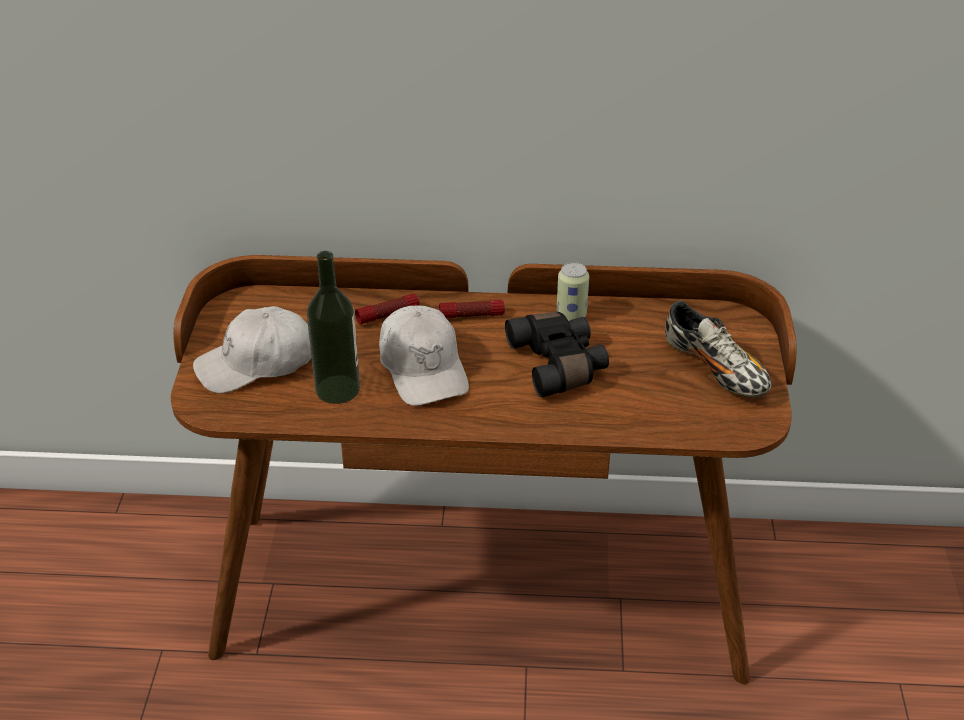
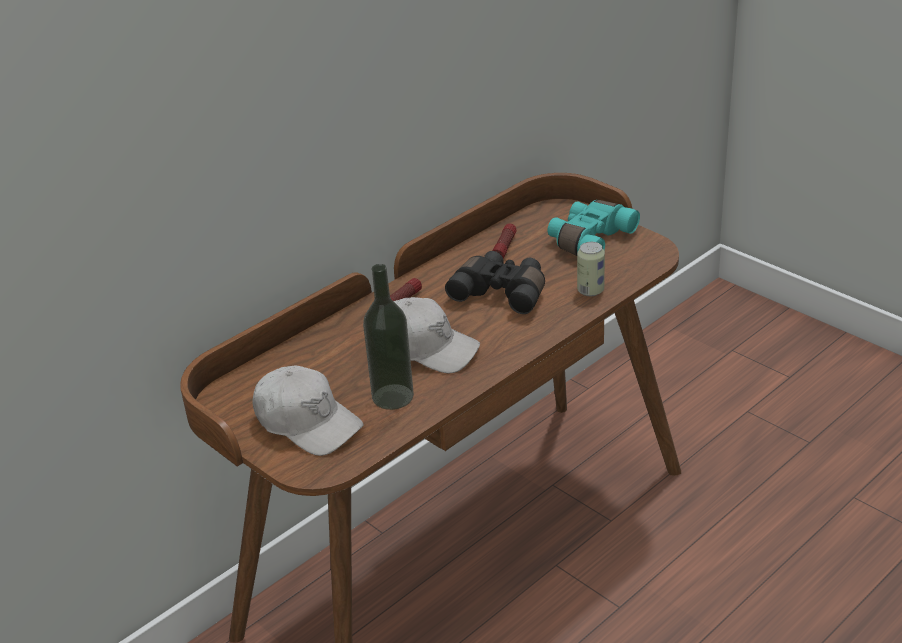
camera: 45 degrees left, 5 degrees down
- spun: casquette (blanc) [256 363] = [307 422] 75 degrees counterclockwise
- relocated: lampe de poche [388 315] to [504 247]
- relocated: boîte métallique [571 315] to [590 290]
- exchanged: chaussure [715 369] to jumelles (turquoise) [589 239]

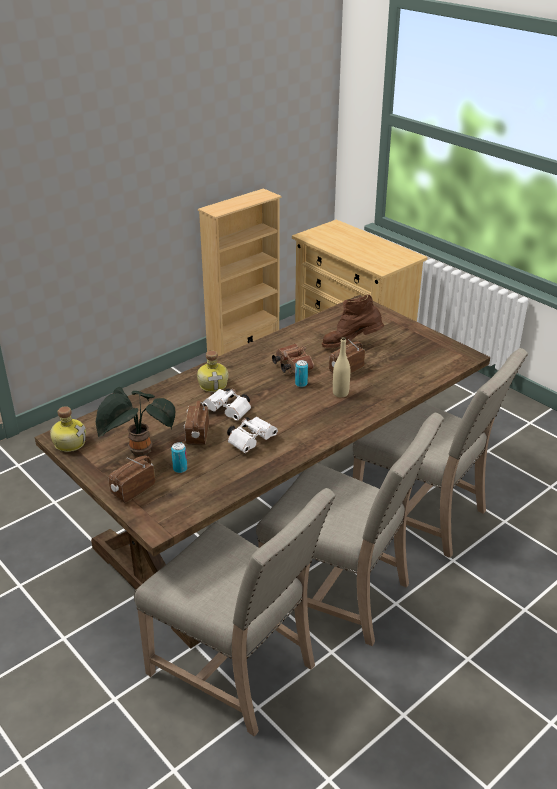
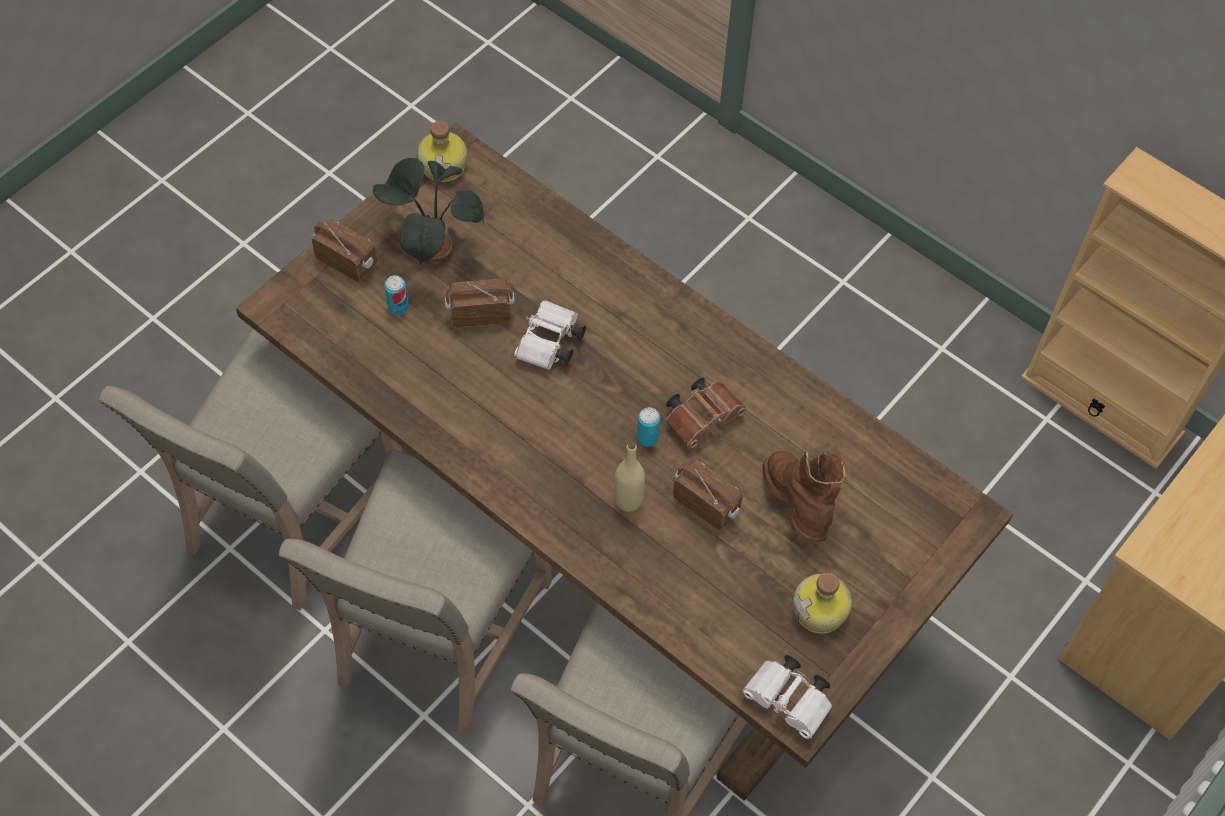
camera: 80 degrees right, 25 degrees up
- relocated: bouteille [214 384] to [821 612]
- relocated: jumelles (blanc) [252 440] to [790 702]

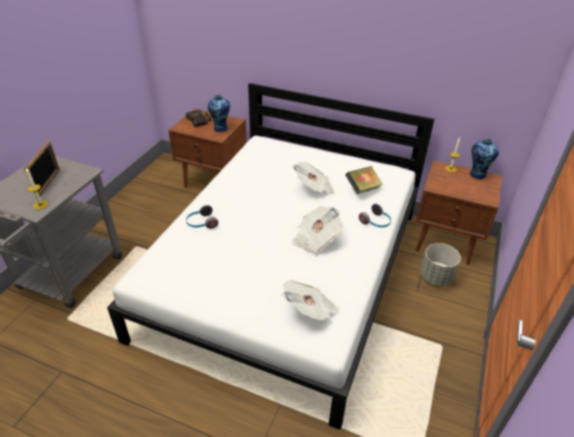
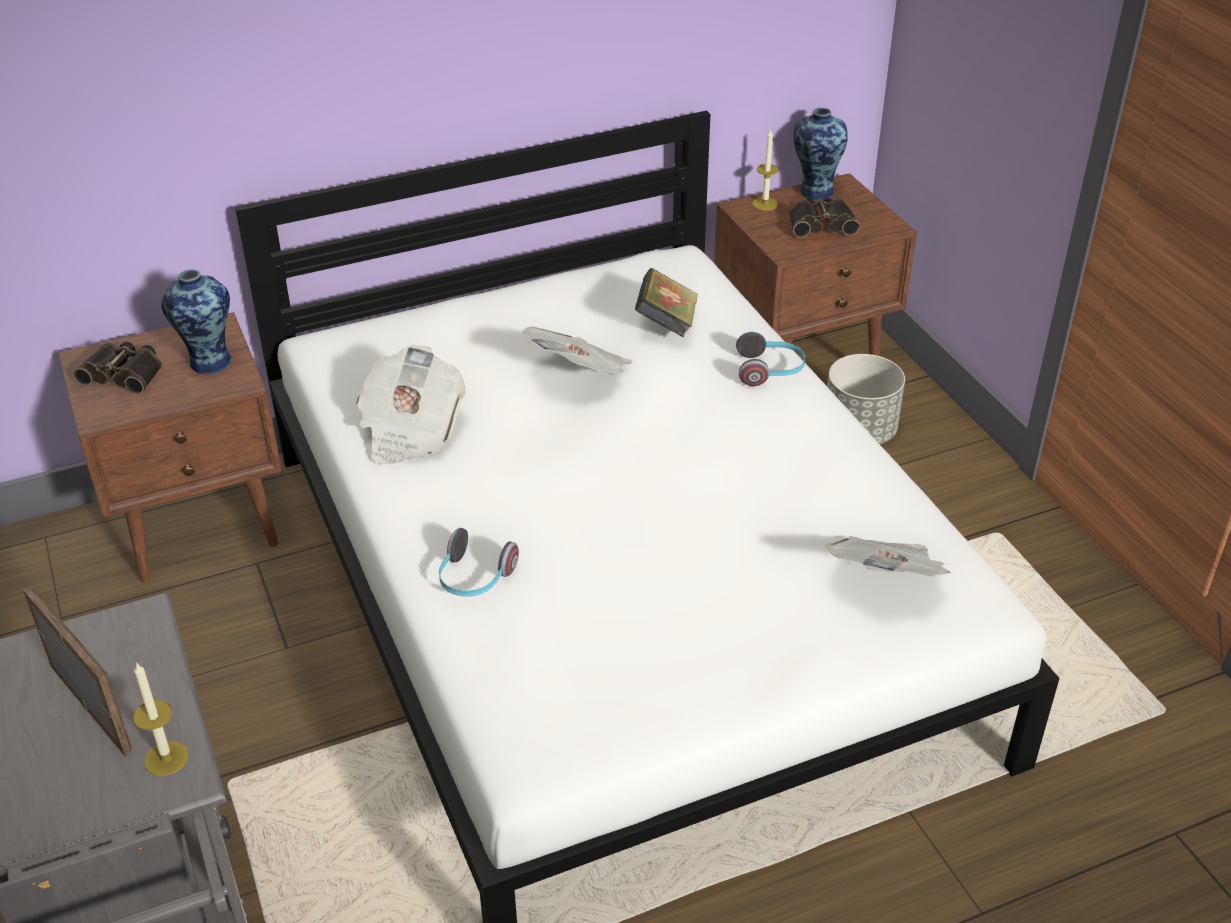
camera: 45 degrees left, 0 degrees up
- relocated: journal [315 239] to [410 431]
- appeared: jumelles [821 224]

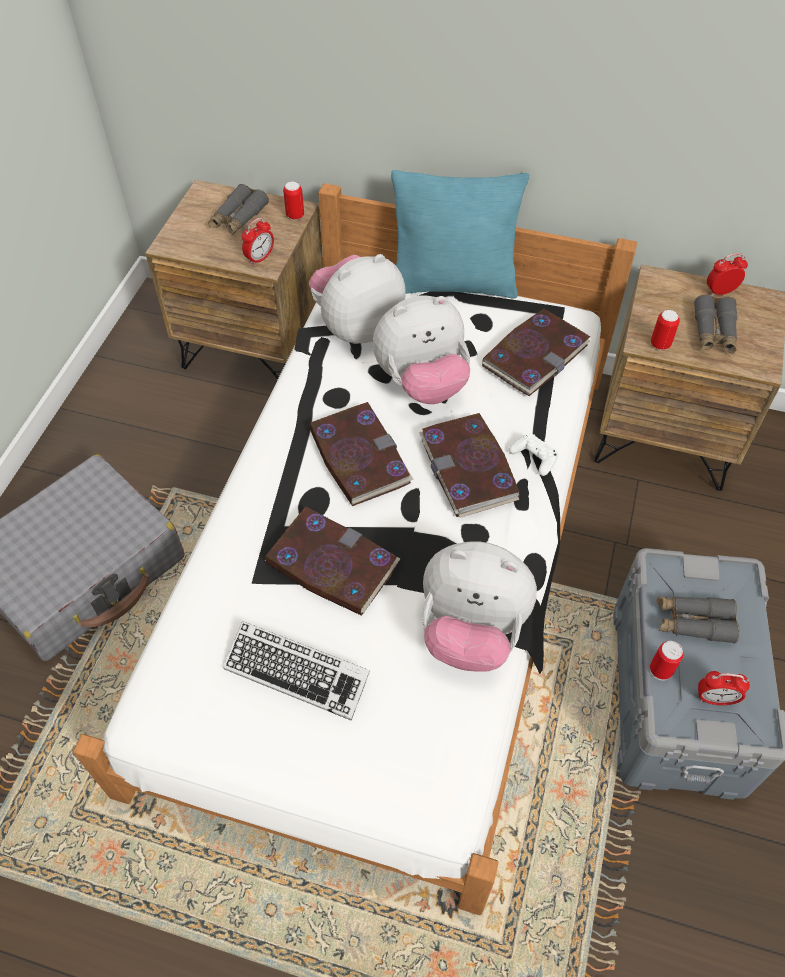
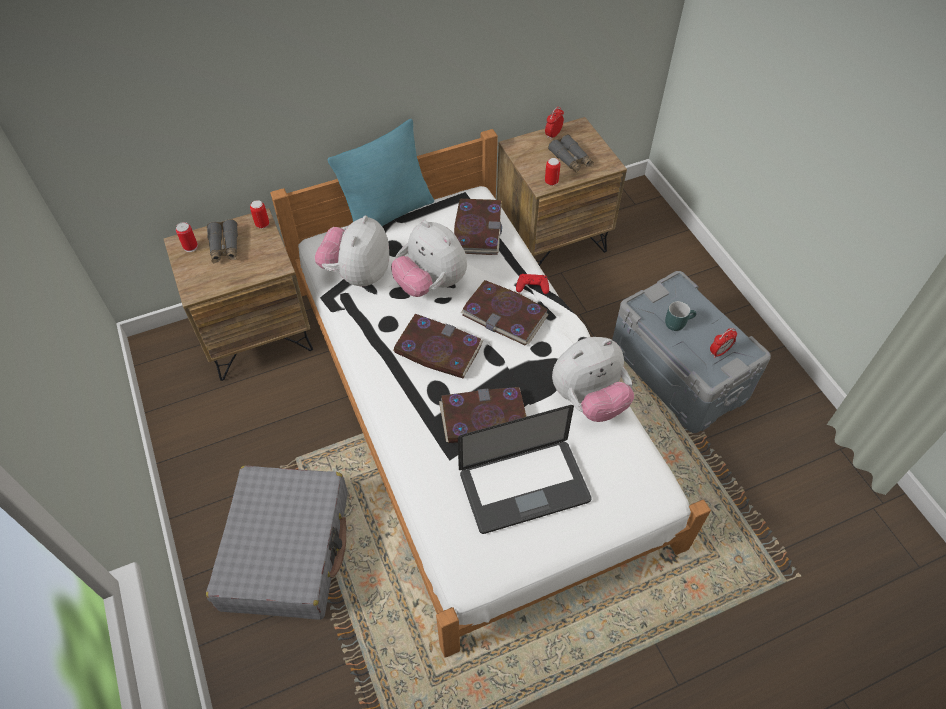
camera: 40 degrees left, 0 degrees up
- exchanged: clavier [297 673] to ordinateur portable [524 487]
- missing: réveil [260 258]
- spun: peluche [422 383] = [431 284] 105 degrees clockwise
- colour: manette (blanc) [534 457] to manette (rouge) [532 286]
- relocated: boîte métallique [660 670] to [190 247]
- exchanged: jumelles (gris) [693 622] to mug (turquoise) [677 322]

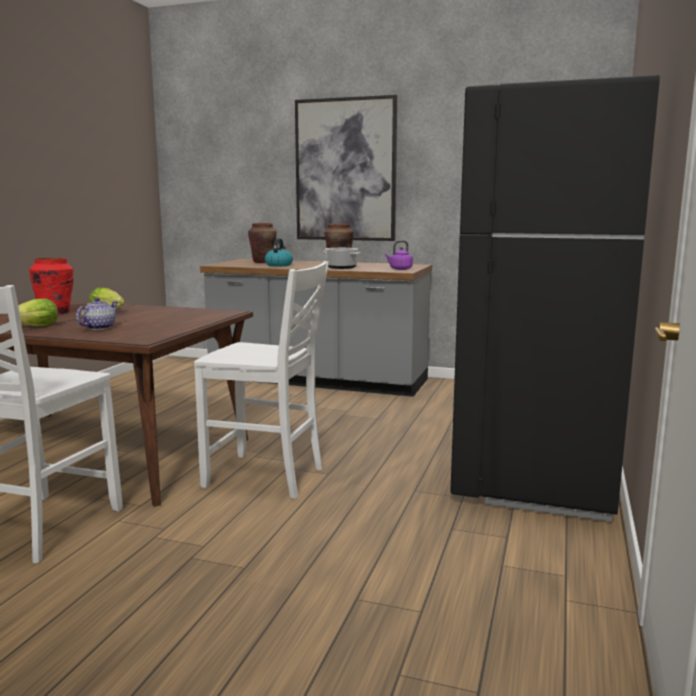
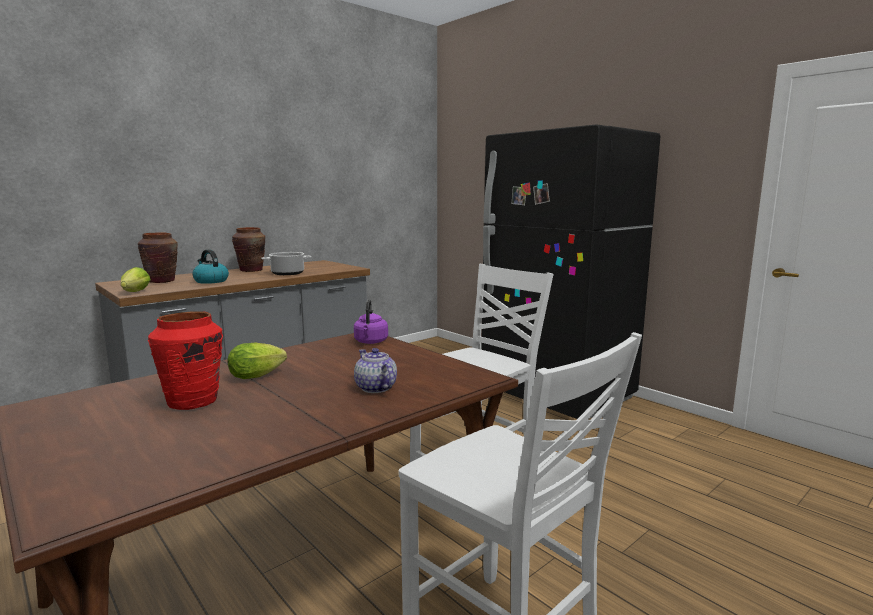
camera: 60 degrees left, 0 degrees up
- relocated: laitue [34 327] to [134 292]
- missing: tableau [345 170]
- relocated: bouilloire (violet) [399 269] to [370 342]

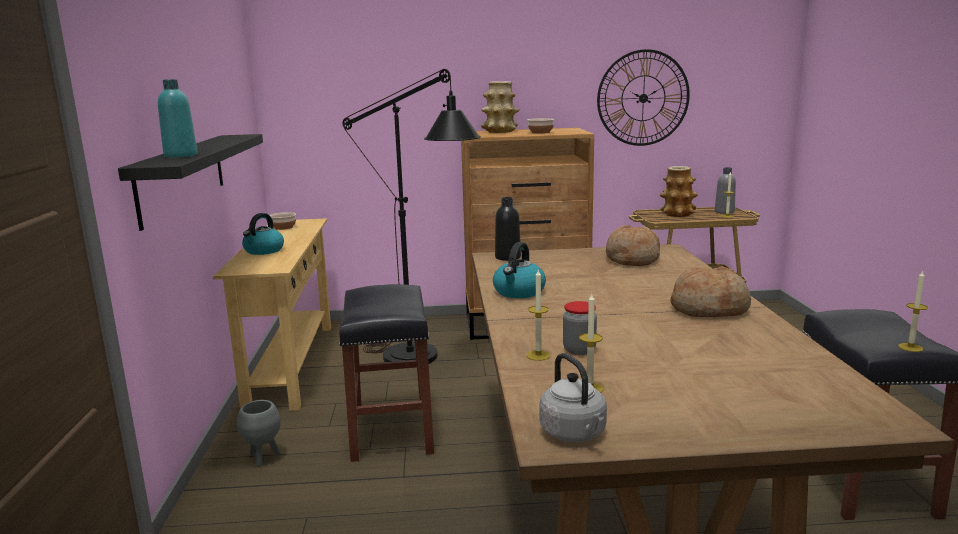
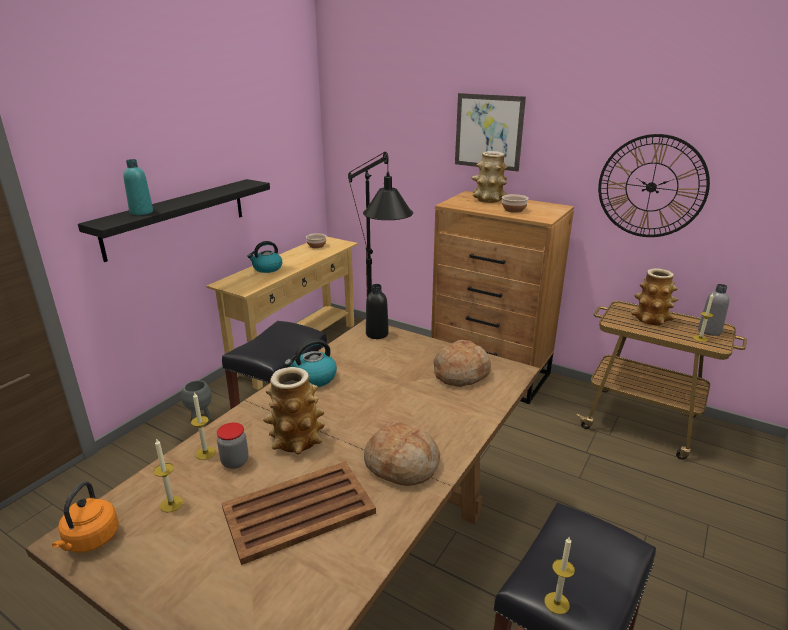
camera: 35 degrees right, 10 degrees up
- colour: bouilloire (gris) [575 434] to bouilloire (orange) [90 540]
- appeared: plateau (marron) [300 510]
- appeared: vase [296 439]
- appeared: tableau [488 132]

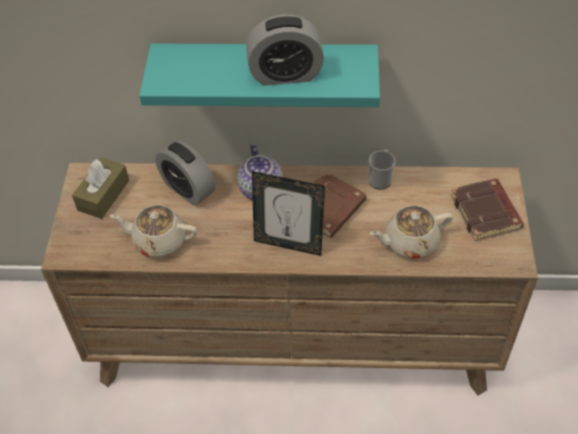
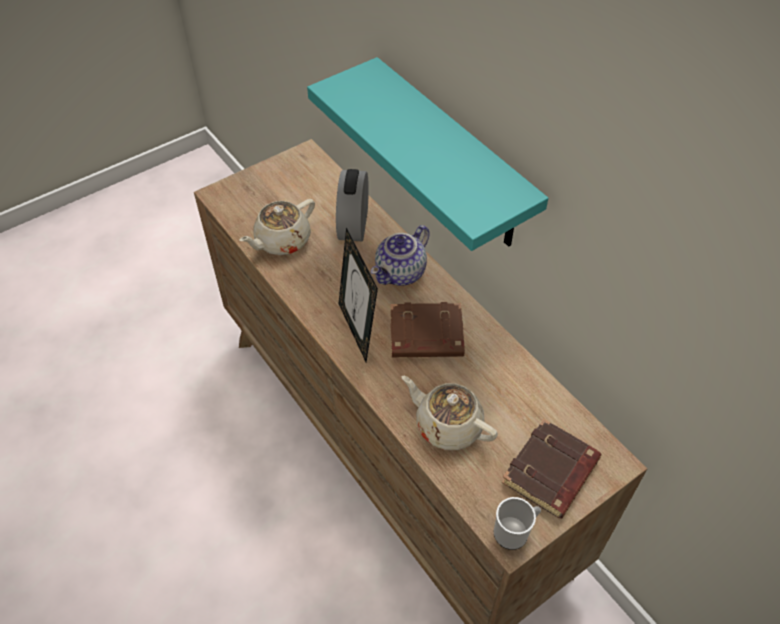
camera: 50 degrees right, 0 degrees up
- missing: boîte à mouchoirs (marron) [103 195]
- spun: théière (beige) [158 240] = [281 241] 105 degrees counterclockwise
- missing: réveil [285 74]
- relocated: mug [380 178] to [514 532]

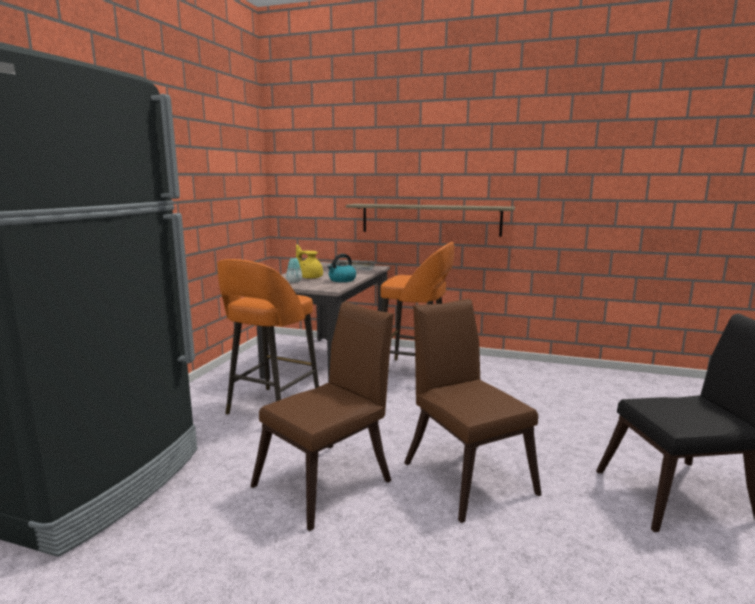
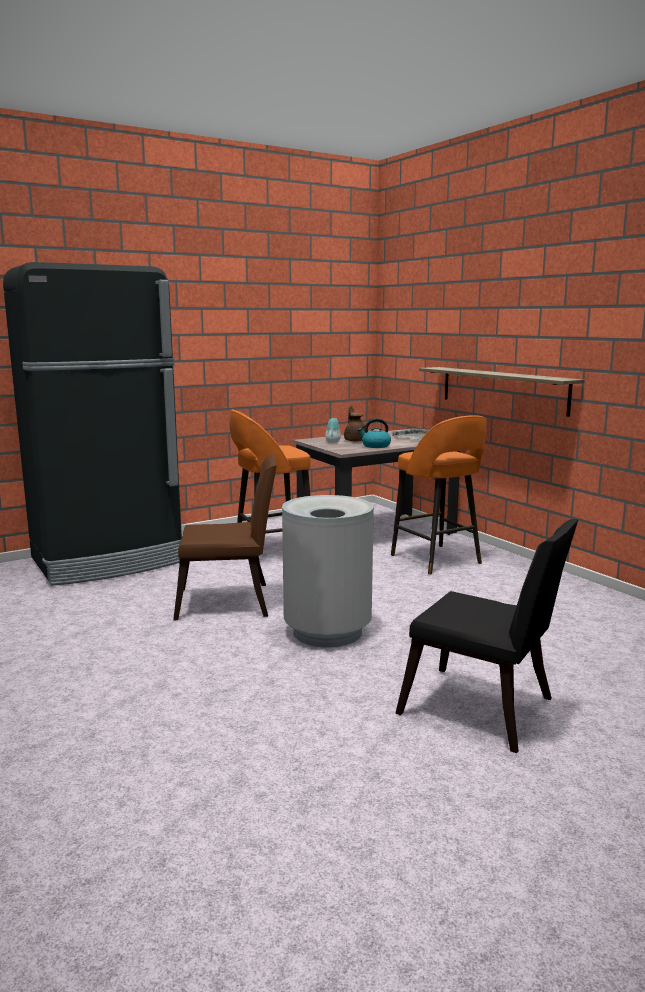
camera: 40 degrees right, 0 degrees up
- colour: théière (jaune) [310 277] to théière (marron) [355 440]
- exchanged: chaise (marron) [465 474] to poubelle (gris) [327 632]

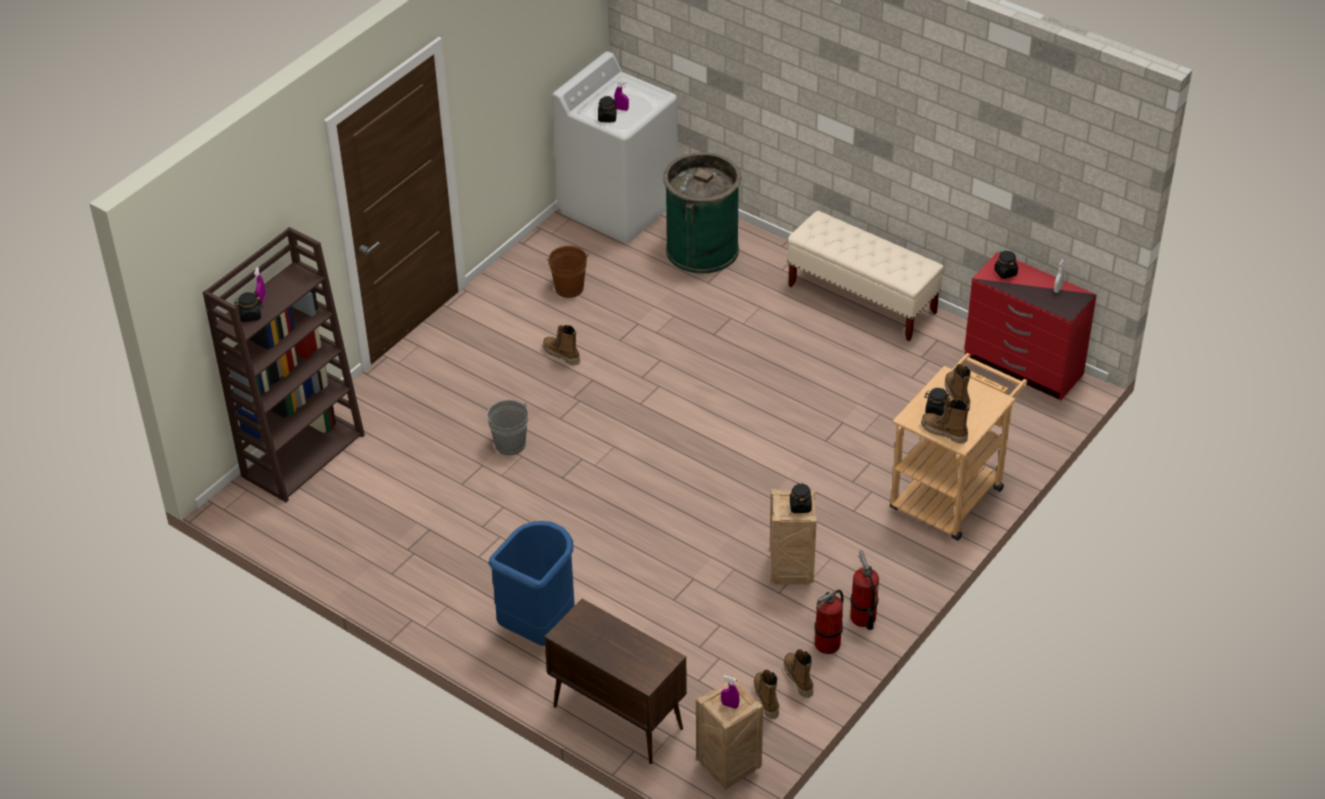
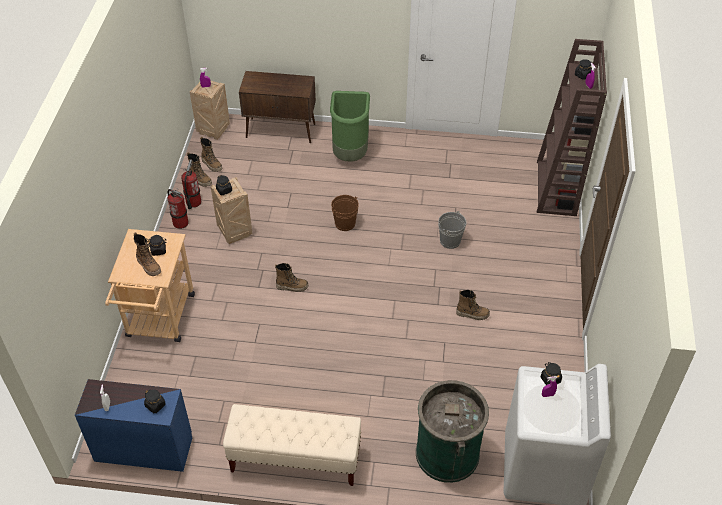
camera: 150 degrees right, 5 degrees up
- colour: poubelle (bleu) [539 627] to poubelle (vert) [350 154]
- relocated: seau (marron) [569 288] to [345 223]
- relocated: botte [944 432] to [292 287]
- colour: commode (rouge) [1023 366] to commode (bleu) [143 448]

